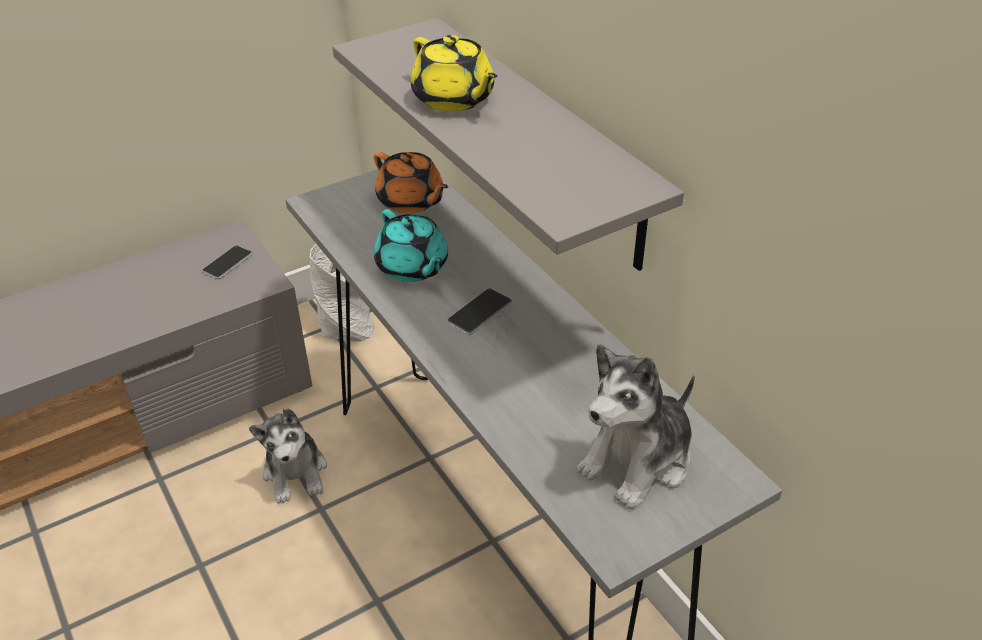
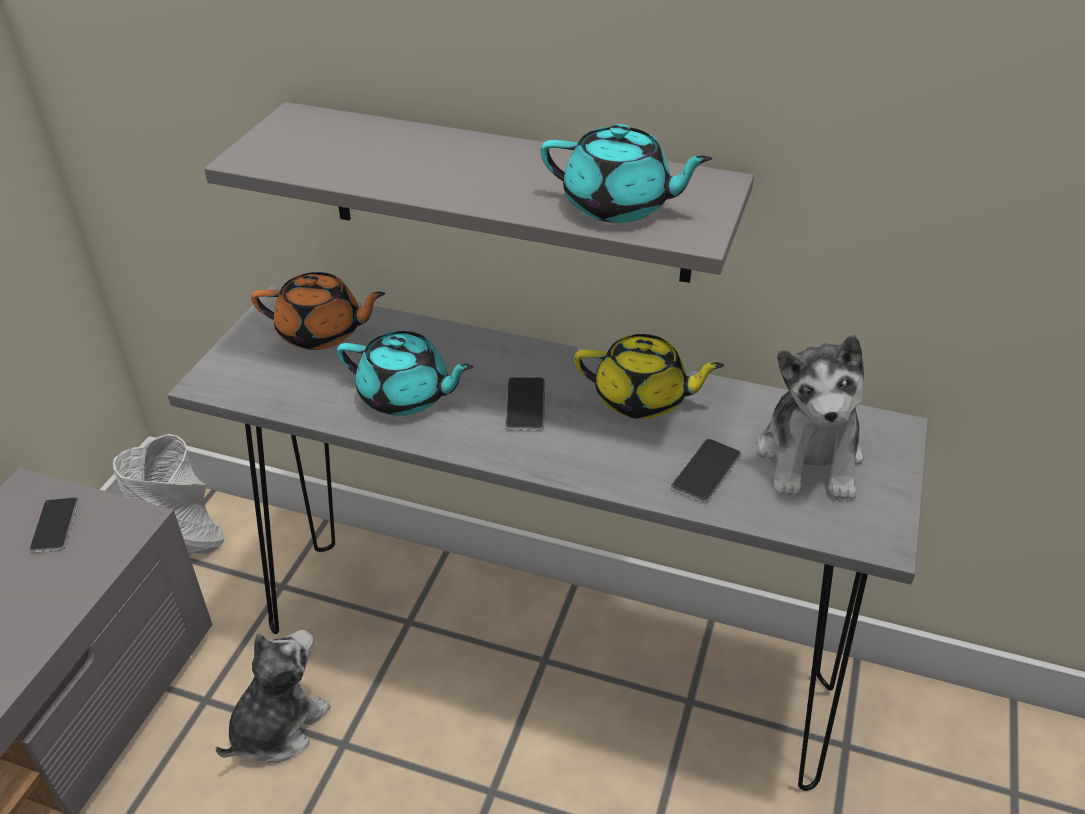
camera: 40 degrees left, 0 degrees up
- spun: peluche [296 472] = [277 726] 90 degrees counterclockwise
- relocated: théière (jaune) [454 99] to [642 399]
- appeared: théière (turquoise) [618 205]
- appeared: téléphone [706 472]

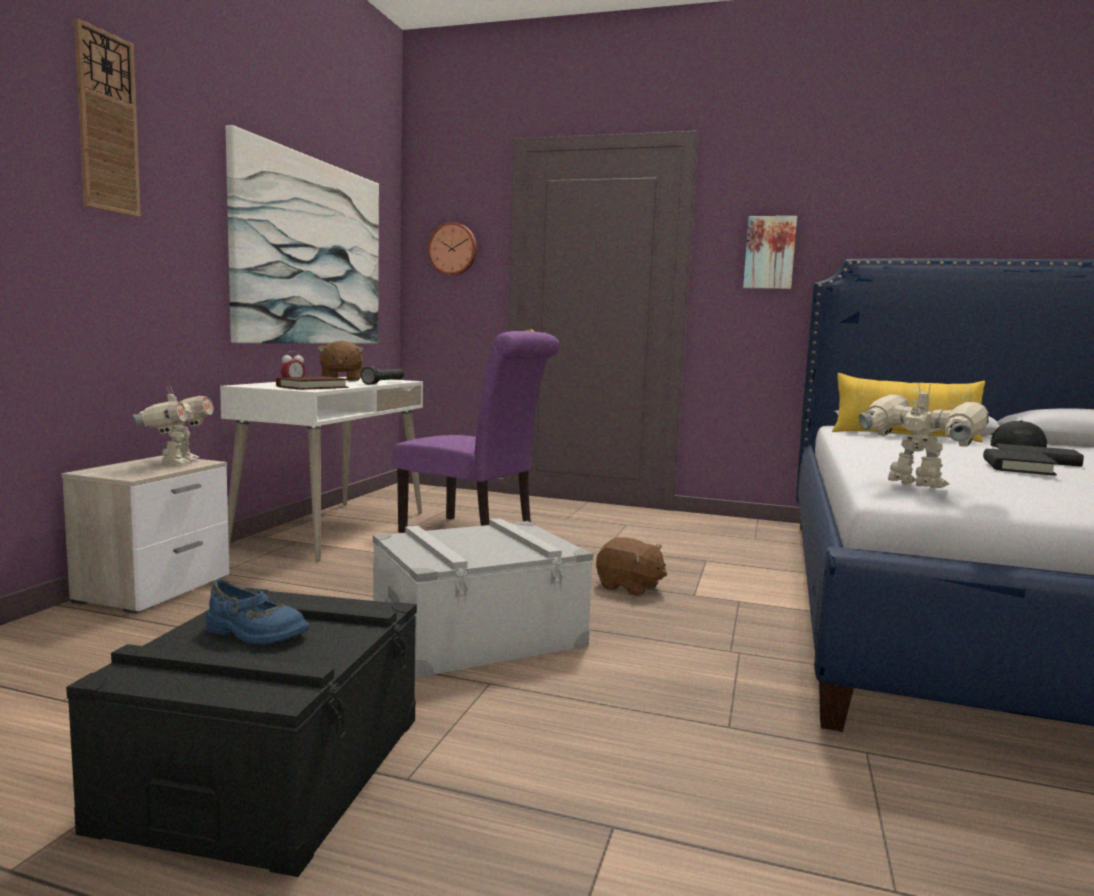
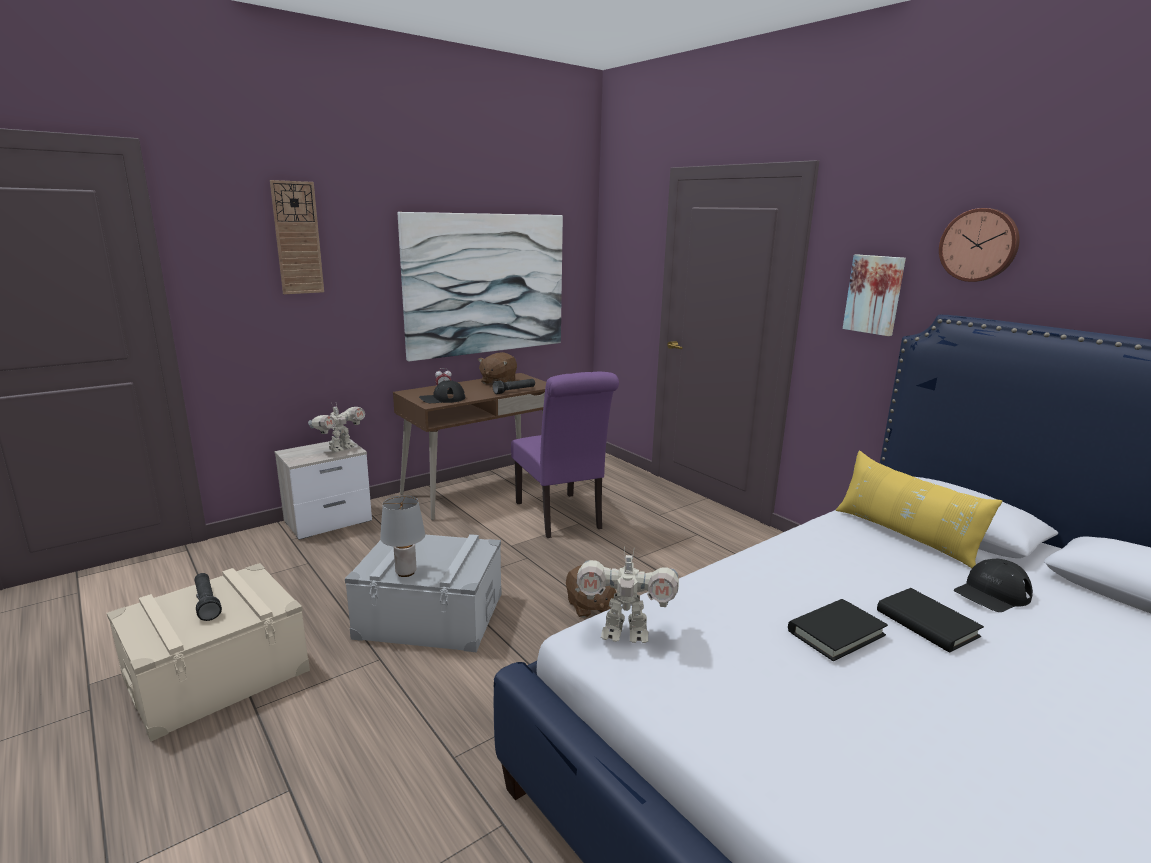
camera: 35 degrees right, 10 degrees up
- colour: boîte de rangement (noir) [268 769] to boîte de rangement (beige) [217 673]
- exchanged: chaussure (bleu) [254 633] to lampe de poche (noir) [206 603]
- colour: bureau (blanc) [332 529] to bureau (marron) [480 490]
- exchanged: livre (marron) [312 387] to casquette (noir) [442 399]
- relocated: horloge murale [453 249] to [979 245]
- spun: robot jouet [915 485] = [625 633] 105 degrees clockwise
- appeared: lampe de table (gris) [405 572]

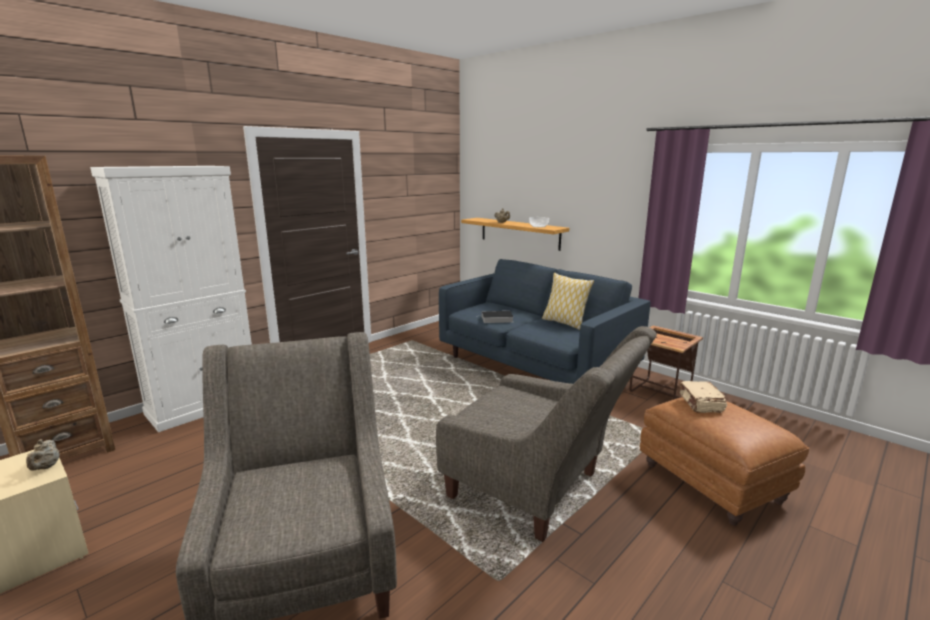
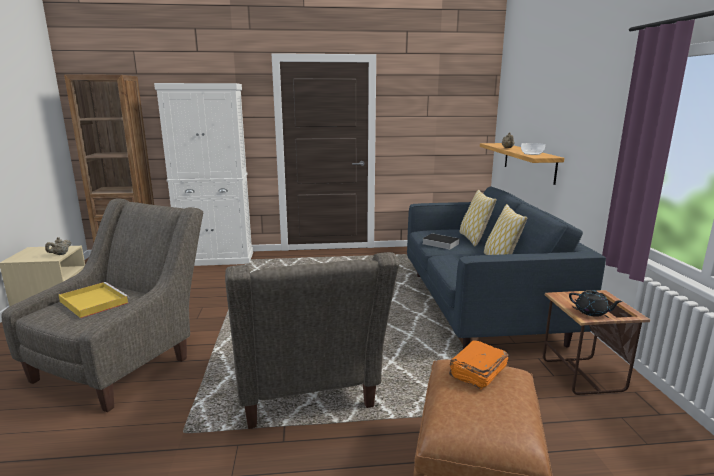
camera: 40 degrees right, 0 degrees up
- colour: livre (beige) [700 404] to livre (orange) [477 373]
- appeared: plateau (jaune) [93 302]
- appeared: coussin [474 239]
- appeared: théière (noir) [591 312]

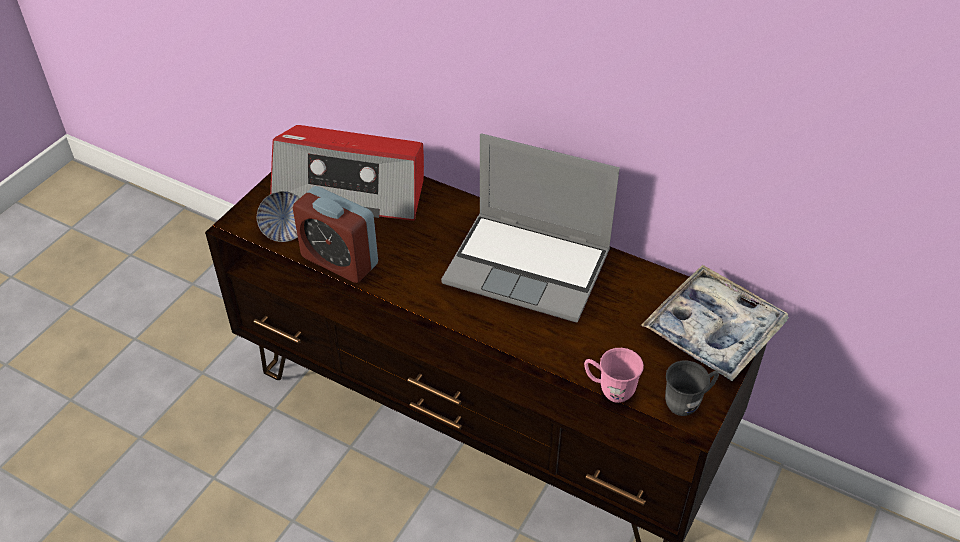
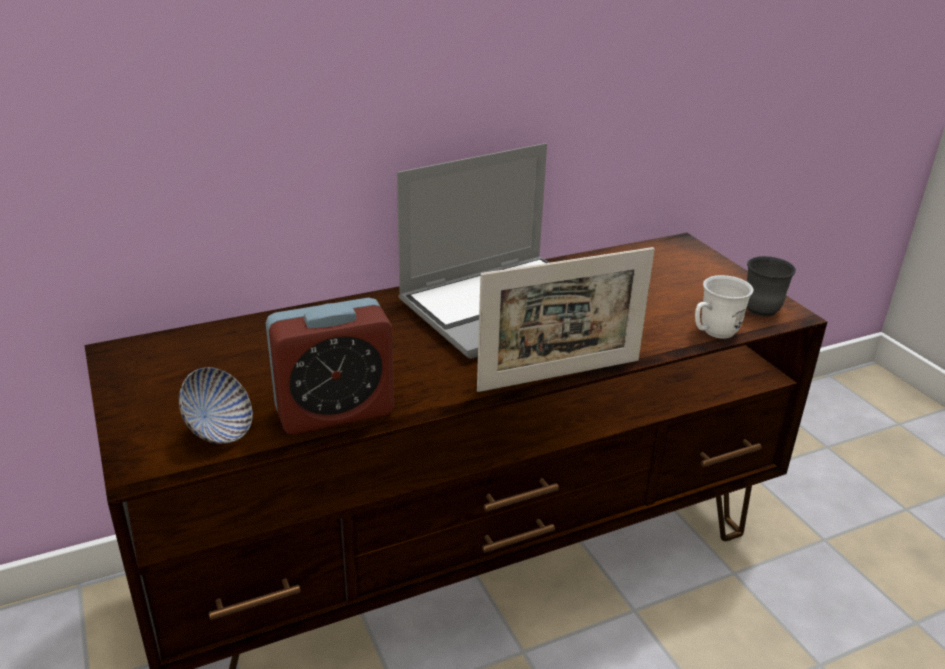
camera: 55 degrees left, 15 degrees down
- missing: radio [352 188]
- colour: mug (rose) [609 390] to mug (blanc) [713 333]
- missing: plateau [713 331]
- appeared: cadre photo [560 375]

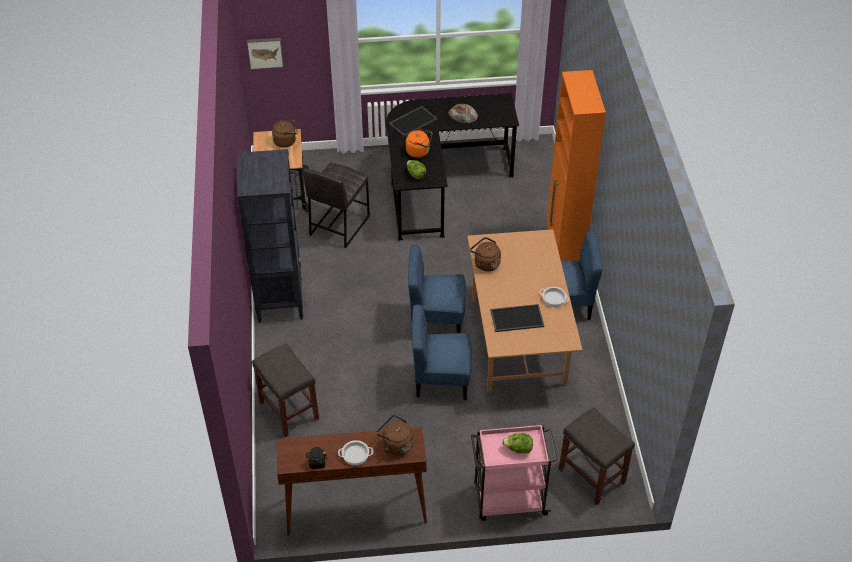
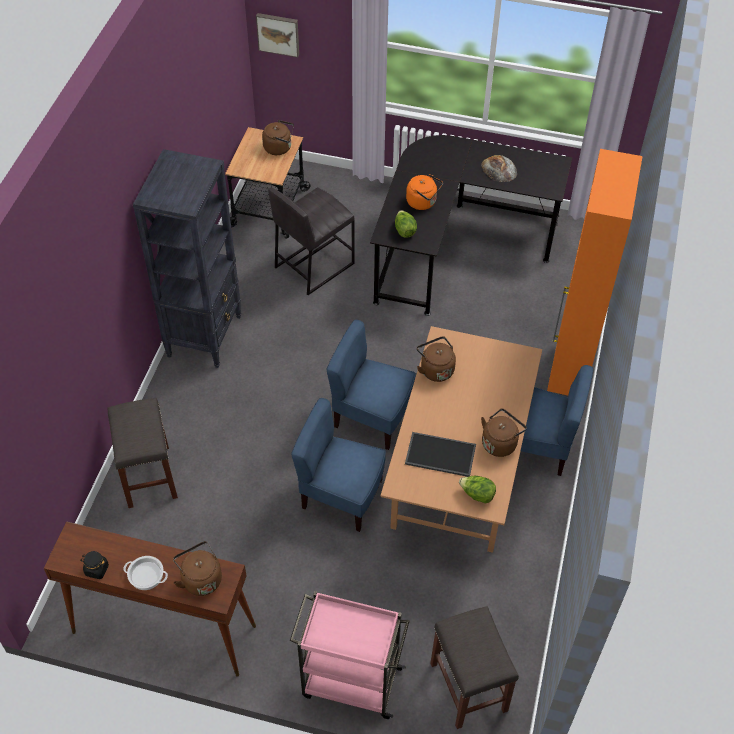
camera: 20 degrees right, 5 degrees up
- missing: plateau [413 121]
- relocated: laitue [518 449] to [477 495]
- exchanged: marmite [554 298] to bouilloire (marron) [500 442]

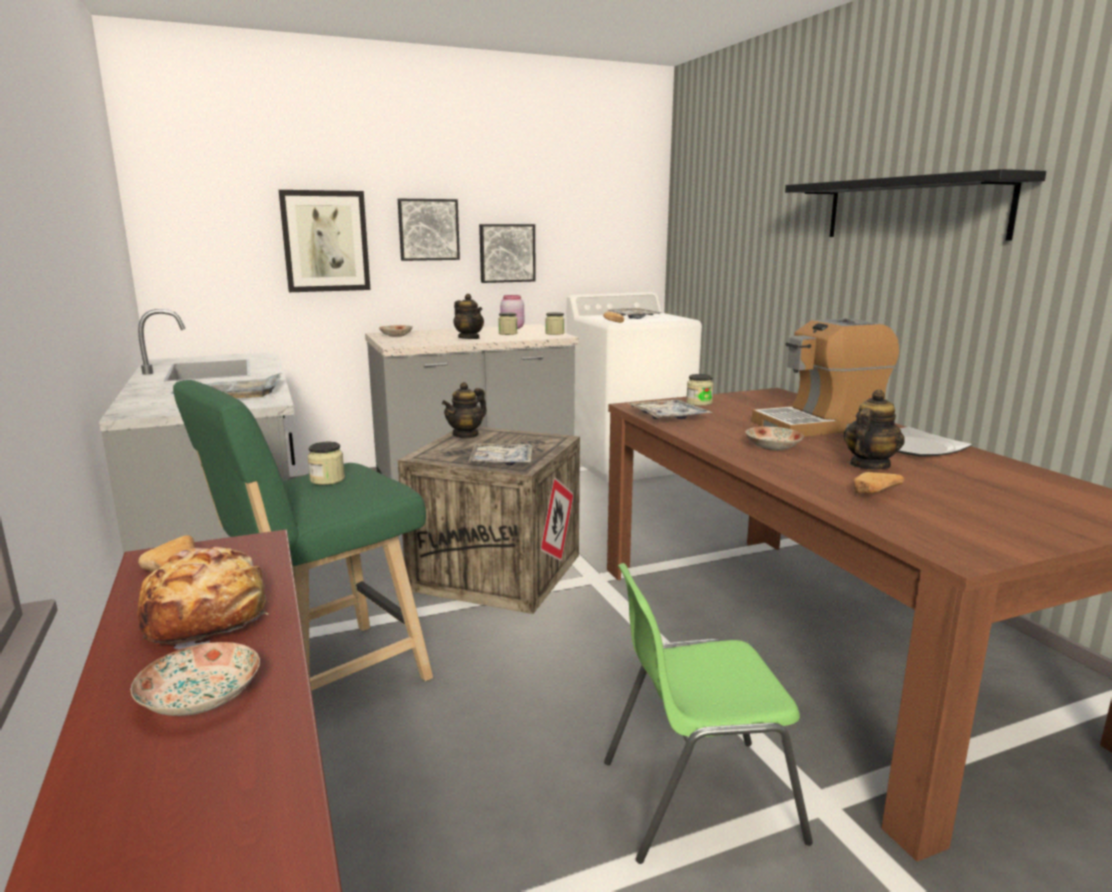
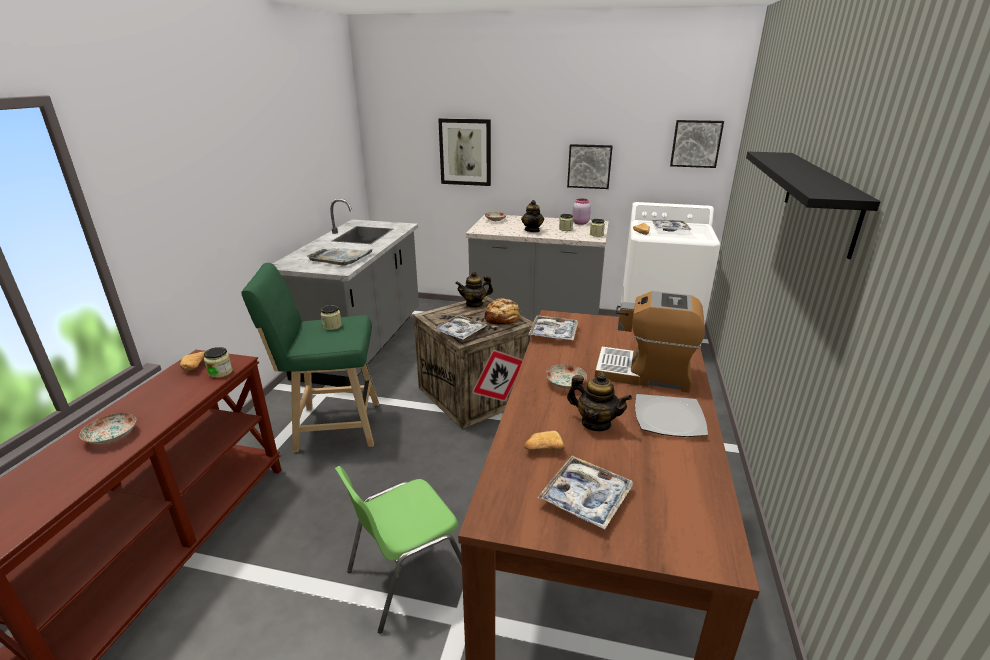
camera: 35 degrees right, 10 degrees up
- relocated: pain [208 618] to [502 320]
- relocated: tableau [428 229] to [696 143]
- spun: chaise (vert) [696 798] = [407 576] 60 degrees counterclockwise
- relocated: bocal [699 403] to [220 372]
- spun: théière [868 465] = [596 423] 45 degrees clockwise
- appeared: plateau [585 498]

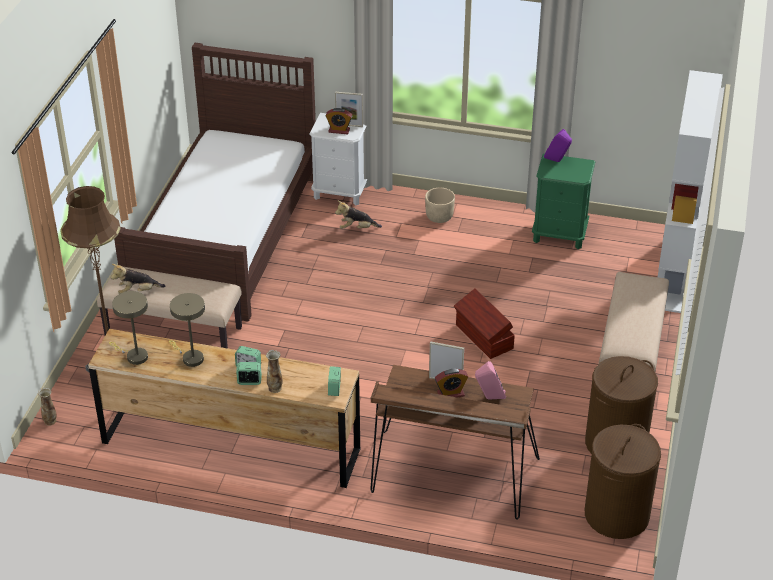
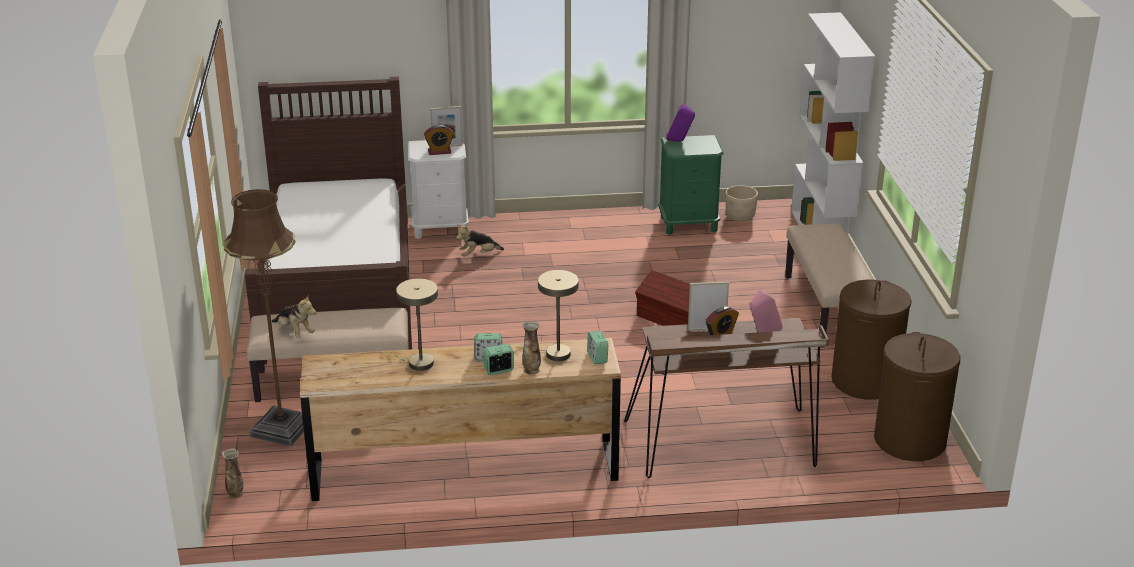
camera: 20 degrees left, 10 degrees down
- relocated: lampe de table (beige) [134 356] to [553 354]
- spun: peluche [138 291] = [294 332] 105 degrees counterclockwise
- relocated: cache-pot (beige) [439 217] to [740 217]

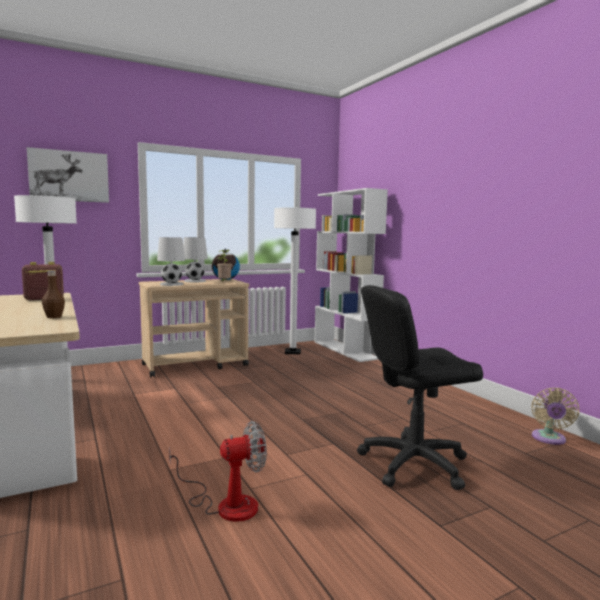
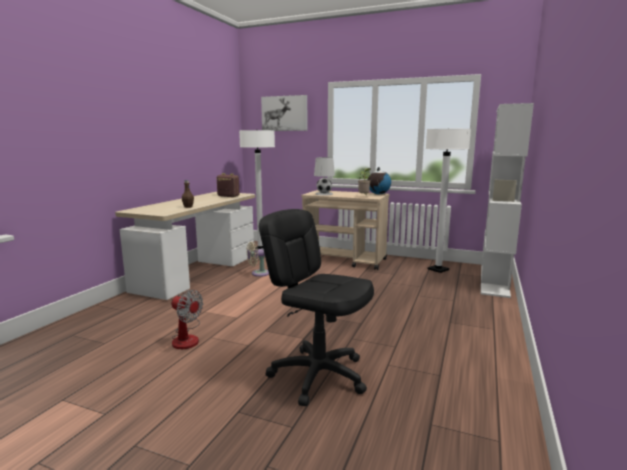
camera: 50 degrees right, 5 degrees up
- missing: lampe de table (blanc) [195 281]
- relocated: ventilateur (beige) [549 439] to [258 273]

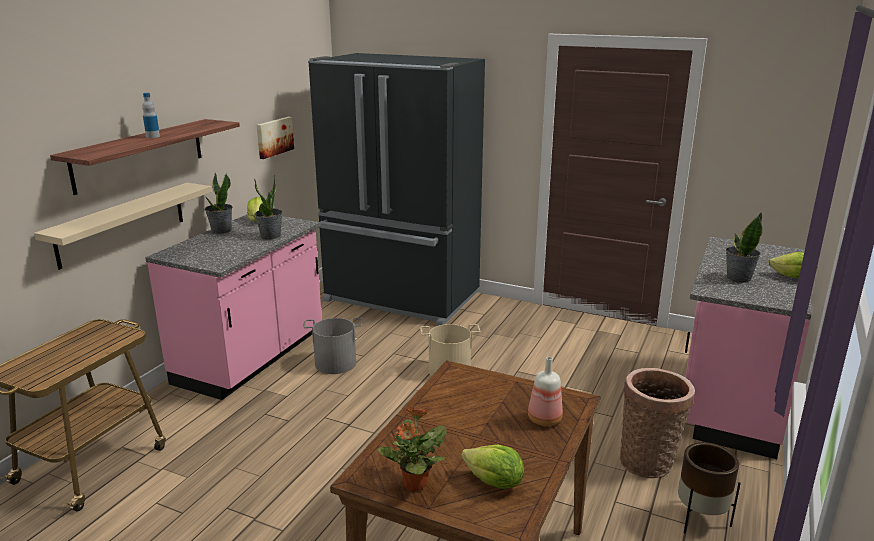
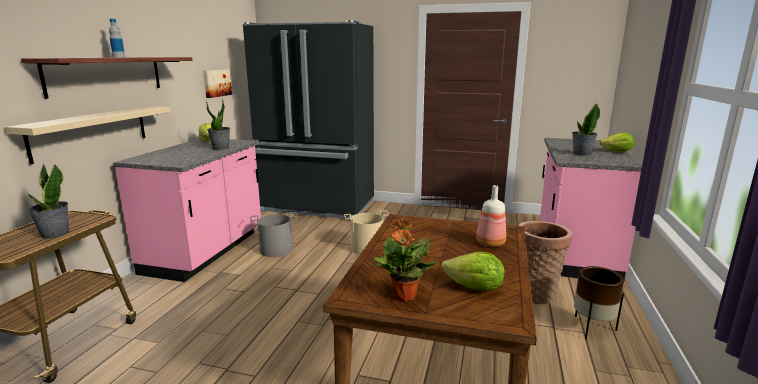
camera: 10 degrees left, 5 degrees down
- relocated: plante en pot [221 230] to [54 234]

